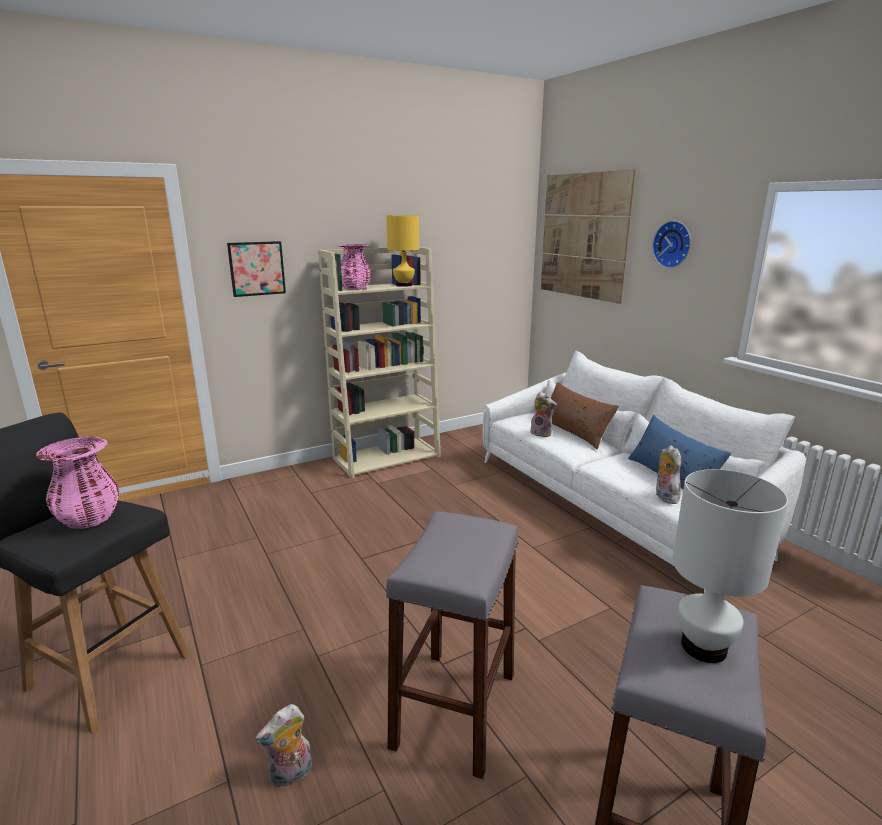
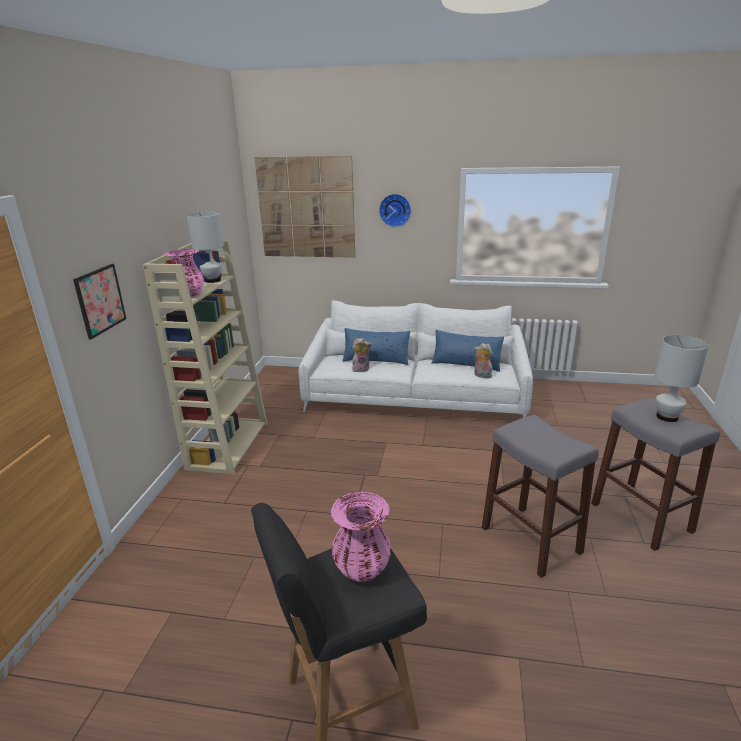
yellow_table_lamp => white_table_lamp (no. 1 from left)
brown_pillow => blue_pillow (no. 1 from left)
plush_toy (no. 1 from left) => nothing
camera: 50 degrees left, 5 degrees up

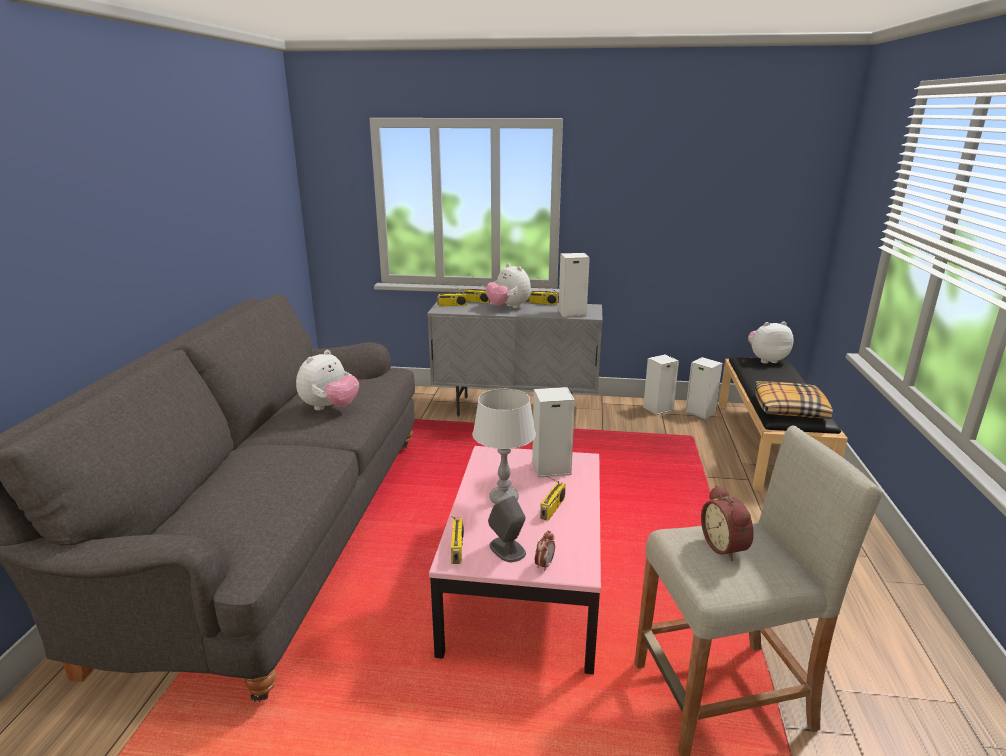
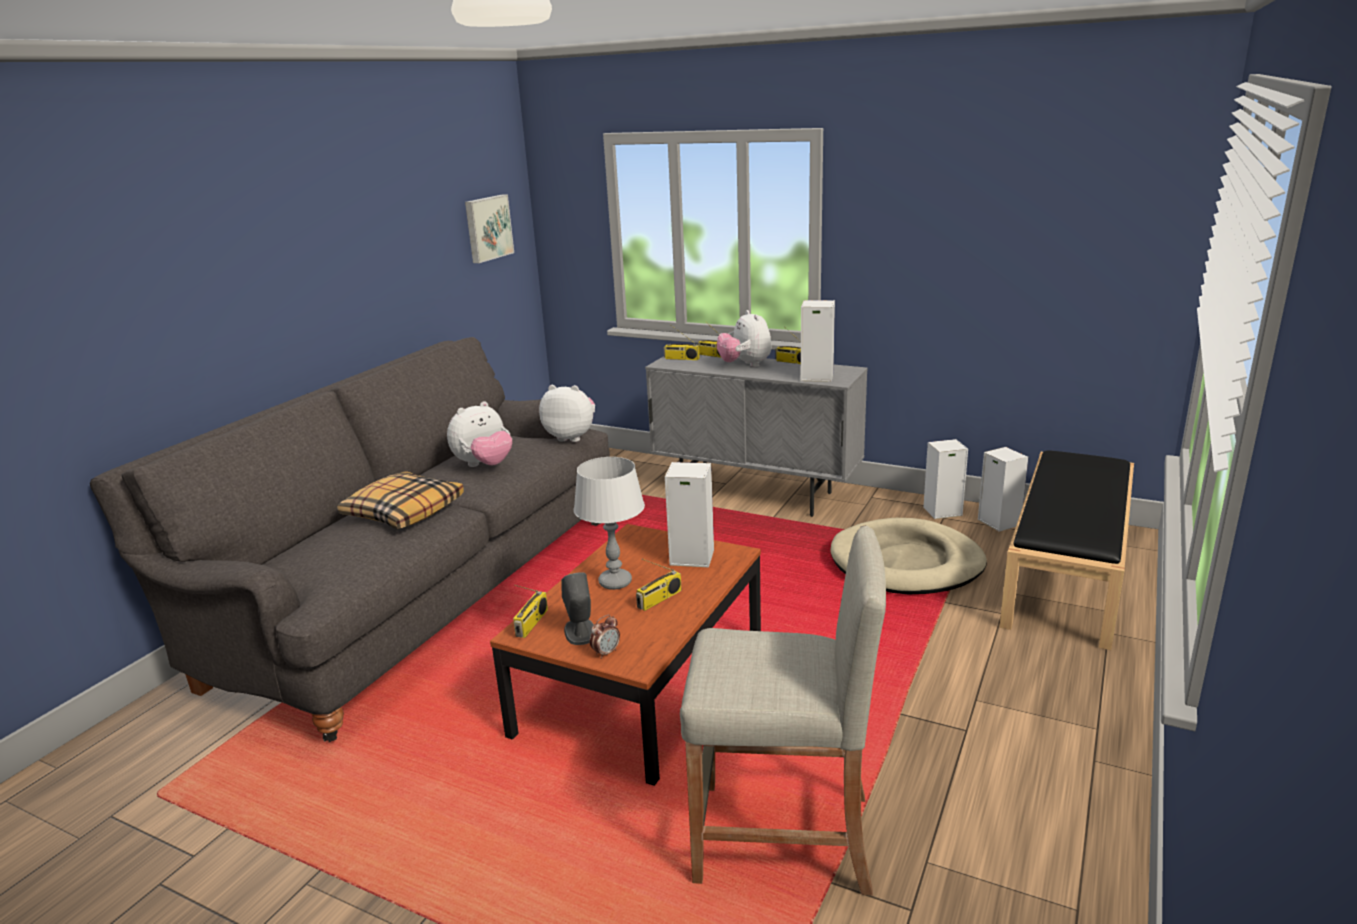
plush_toy (no. 3 from left in the first image) => plush_toy (no. 2 from left), shifted
pillow, shifted
pink_coffee_table => brown_coffee_table
alarm_clock (no. 2 from left) => nothing
nothing => picture
nothing => beige_dog_bed
camera: 20 degrees right, 0 degrees up

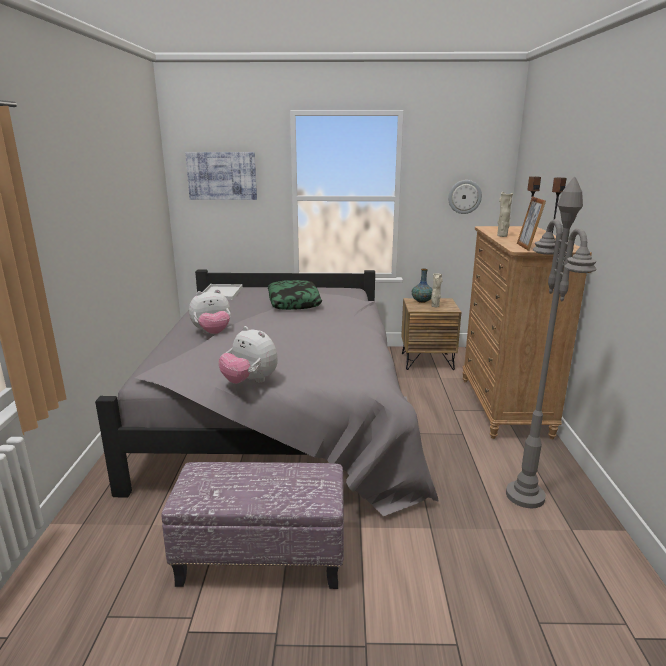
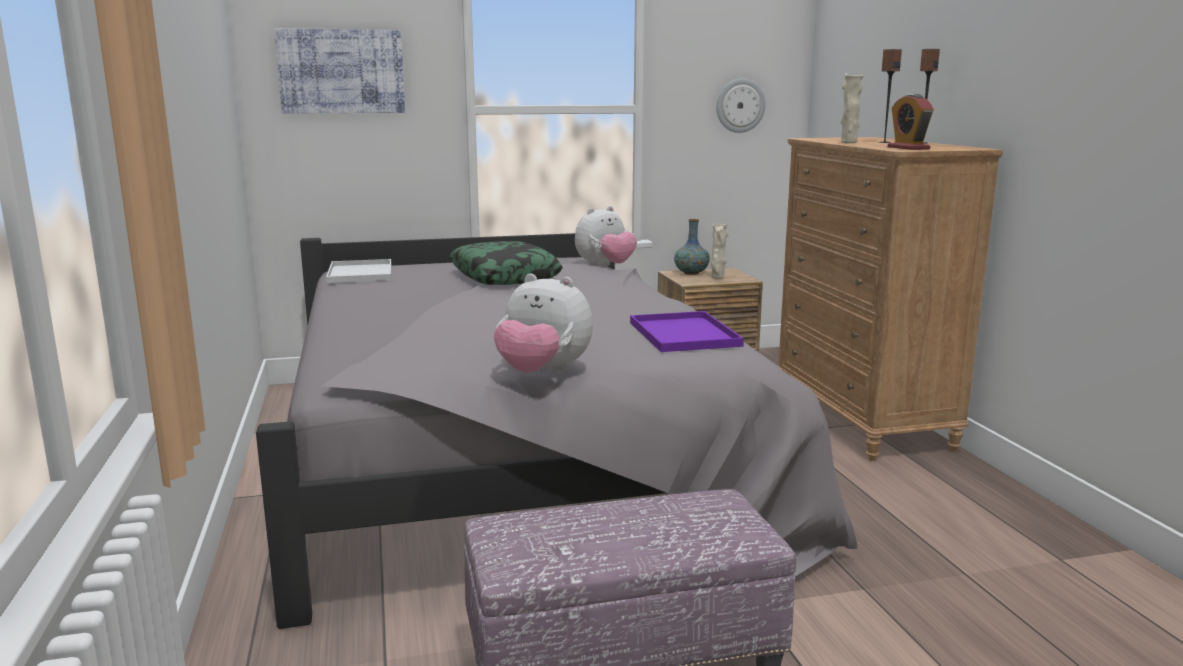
grey_floor_lamp => nothing
picture_frame => alarm_clock
plush_toy (no. 1 from left in the first image) => plush_toy (no. 2 from left), shifted
nothing => purple_tray
camera: 15 degrees left, 5 degrees down

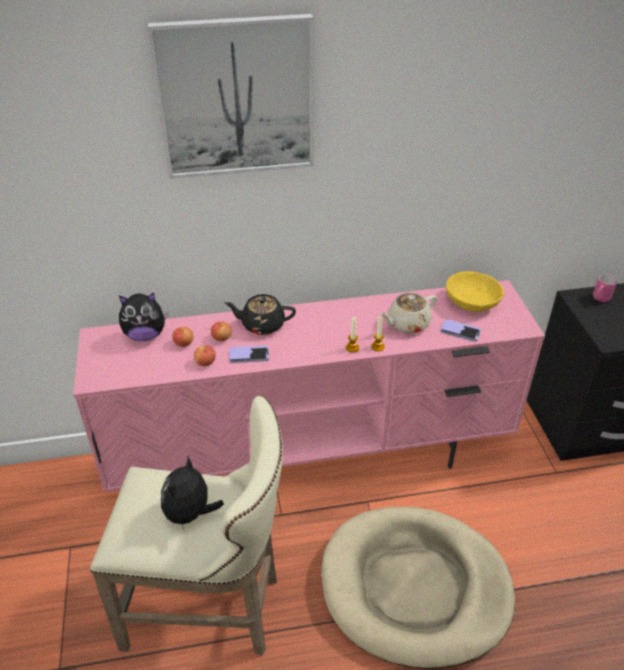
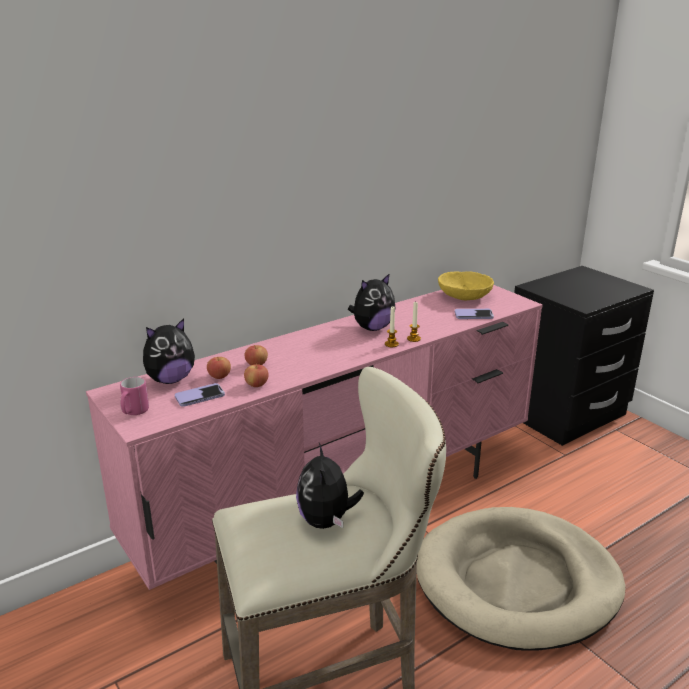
picture => nothing
pink_mug, shifted
beige_teapot => nothing
black_teapot => nothing
phone (no. 1 from left), shifted
nothing => plush_toy (no. 3 from left)
camera: 25 degrees left, 15 degrees down

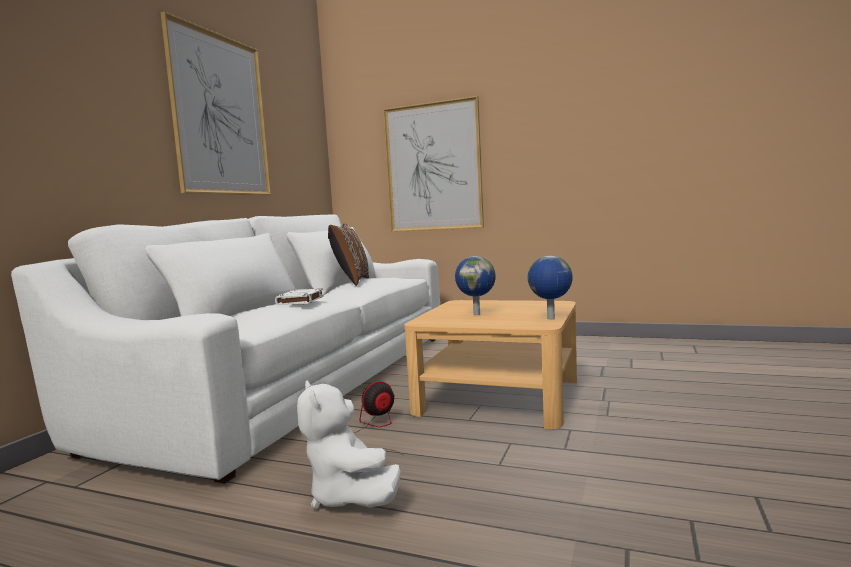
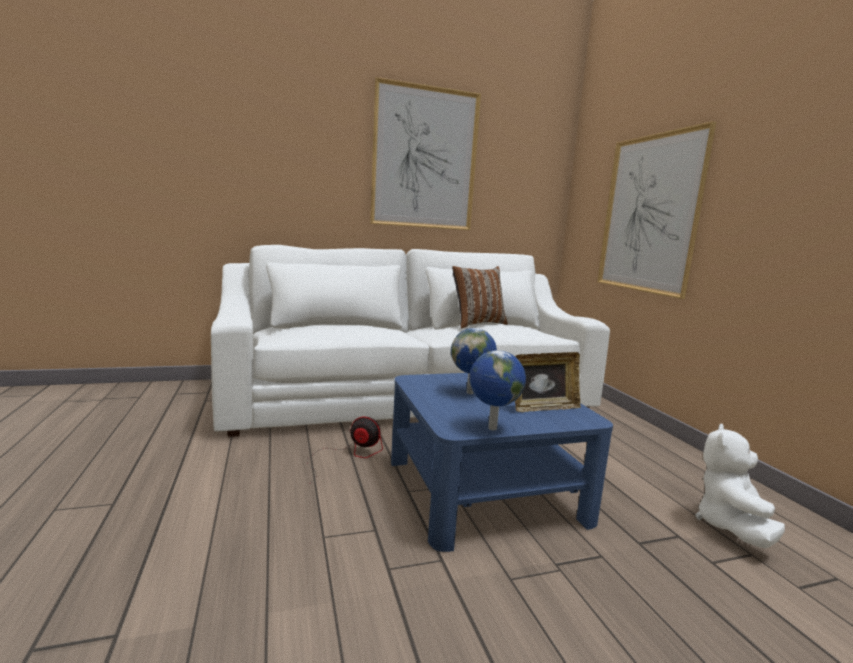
white_book => nothing
beige_coffee_table => blue_coffee_table
white_plush_toy, shifted
nothing => picture_frame
camera: 50 degrees right, 5 degrees up

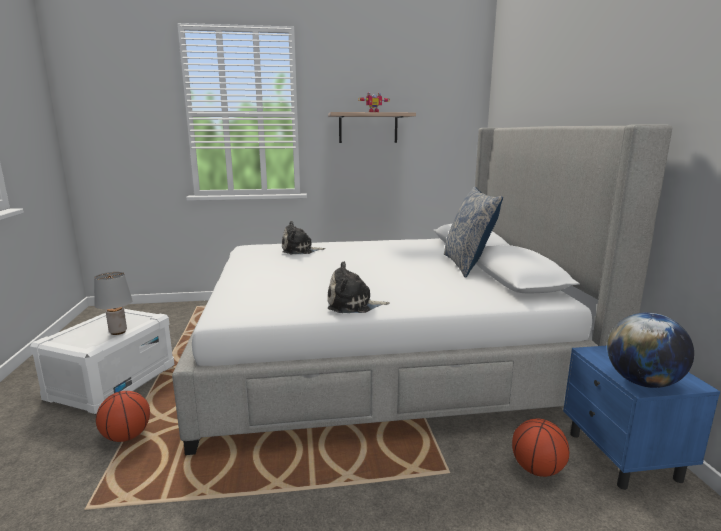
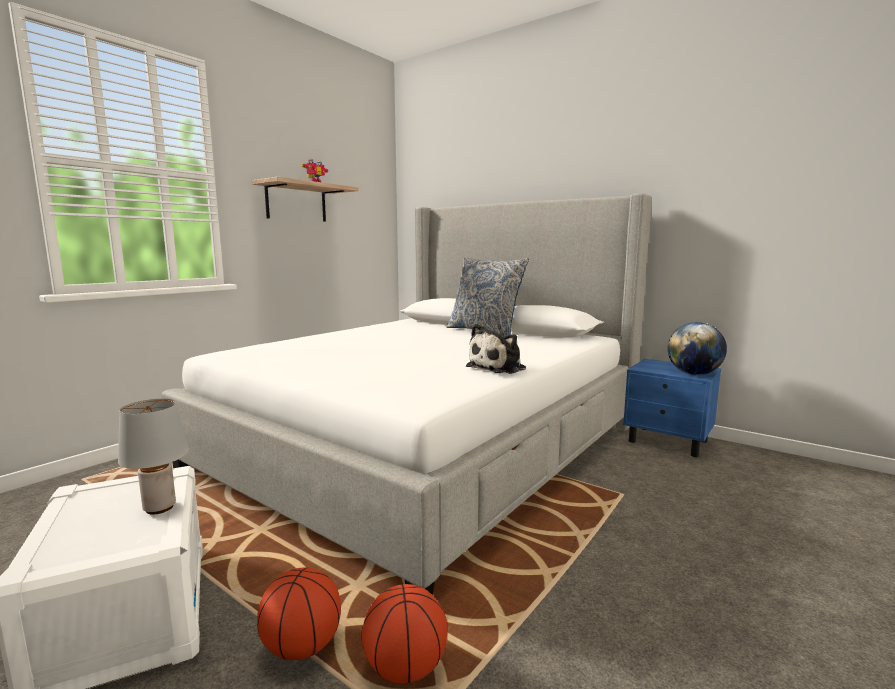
plush_toy (no. 1 from left) => nothing
basketball (no. 2 from left), shifted
camera: 45 degrees left, 5 degrees down

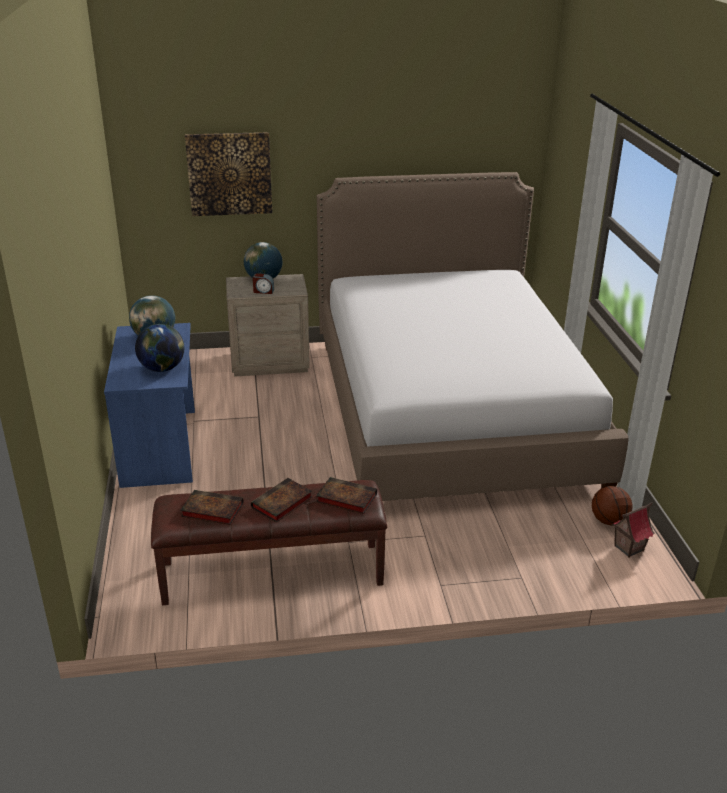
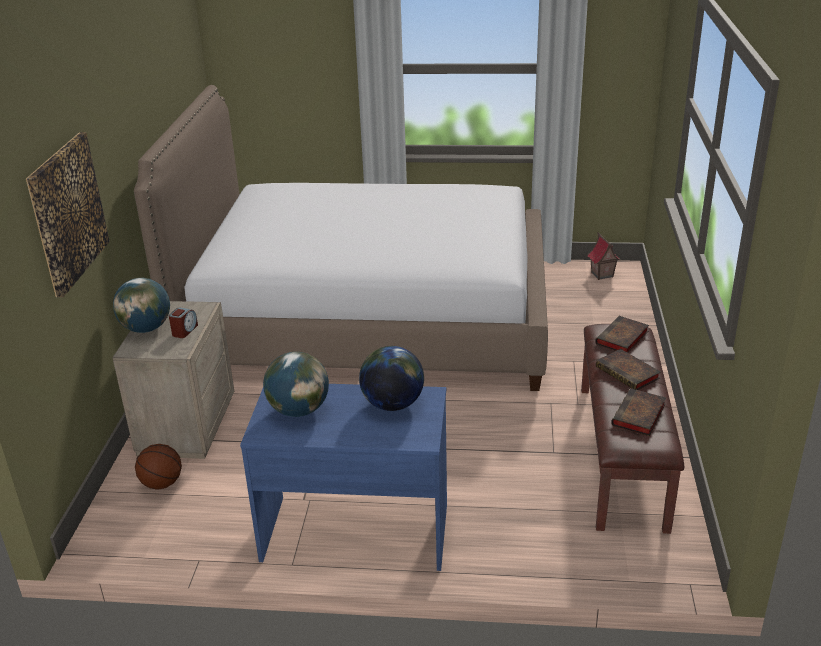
basketball, shifted
camera: 75 degrees left, 0 degrees up

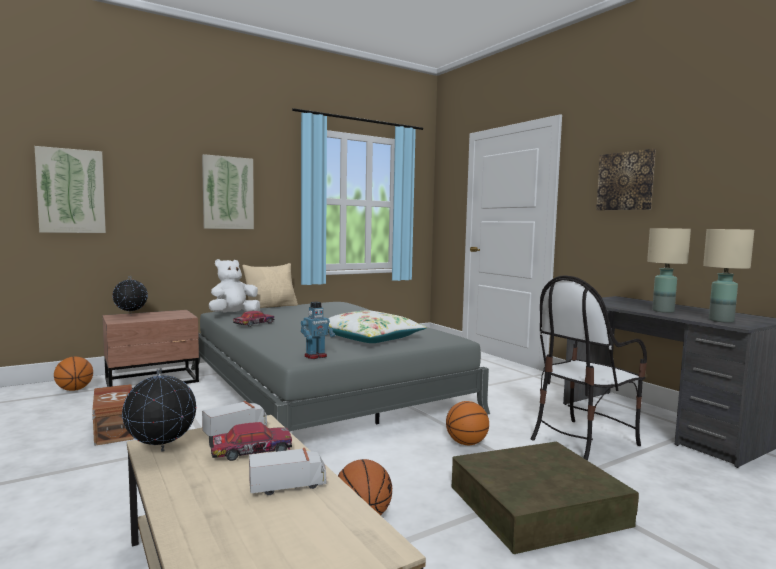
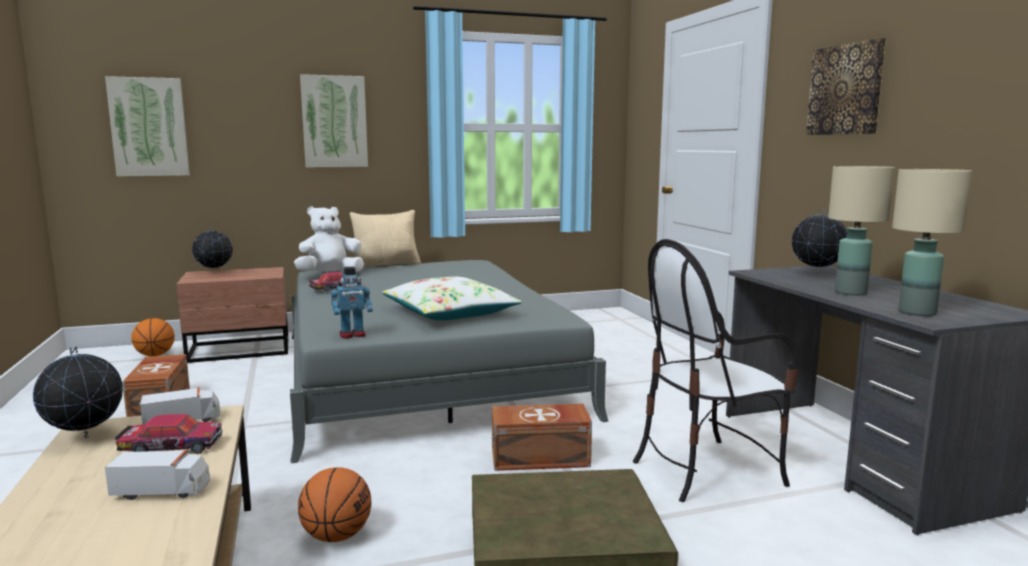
basketball (no. 3 from left) => brown_storage_box (no. 2 from left)
nothing => globe (no. 3 from left)
camera: 15 degrees right, 5 degrees up

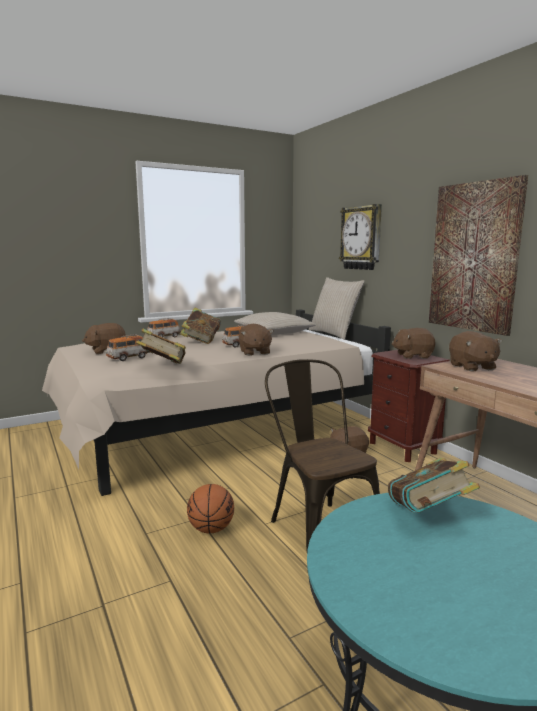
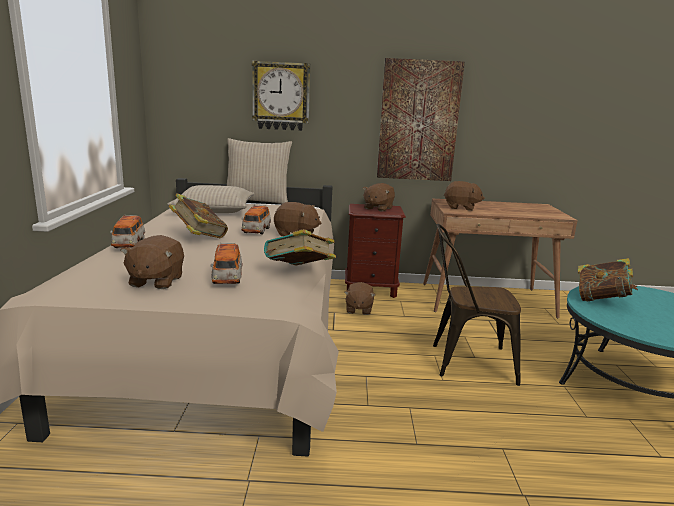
basketball => nothing
camera: 60 degrees left, 5 degrees up

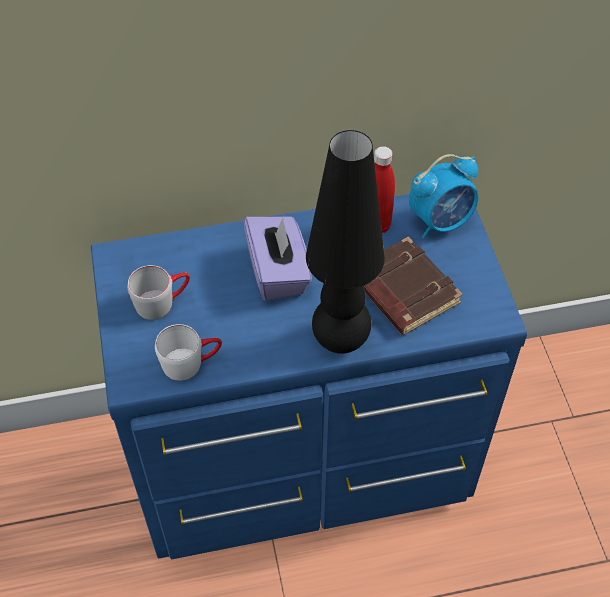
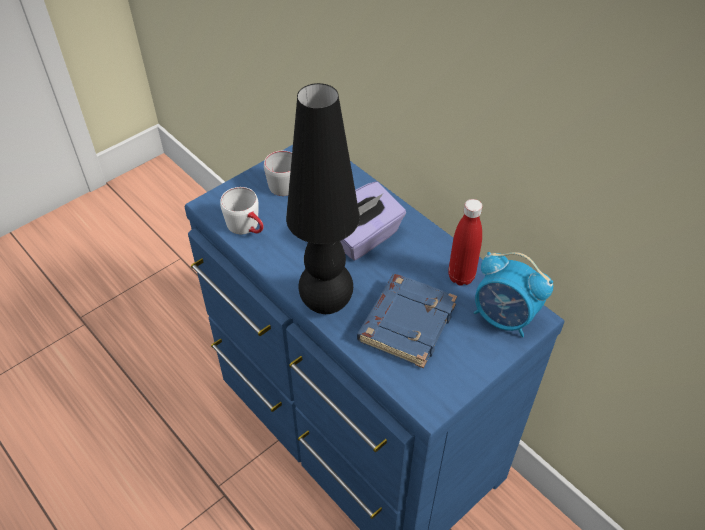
brown_book => blue_book
camera: 60 degrees right, 5 degrees down

